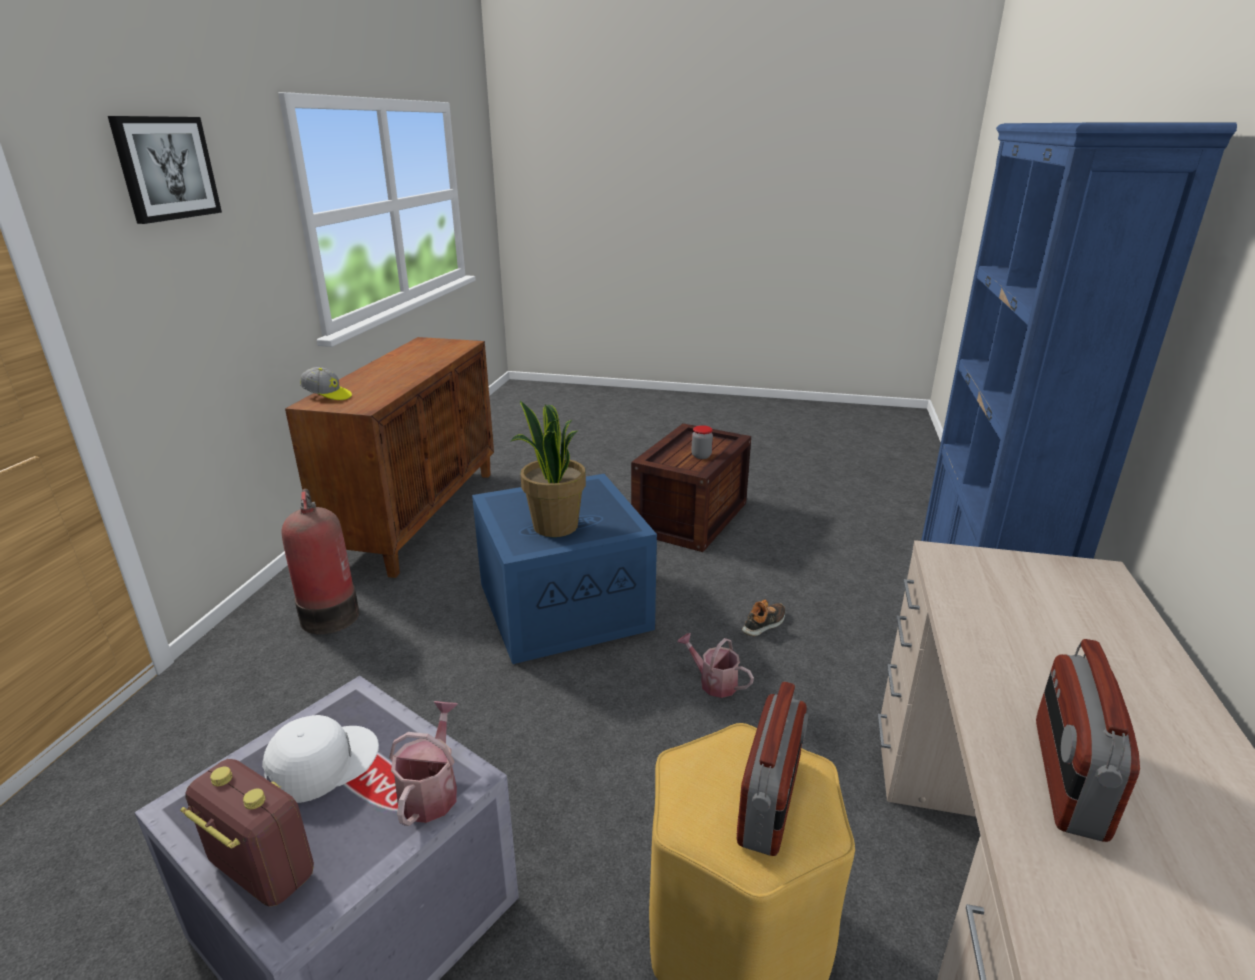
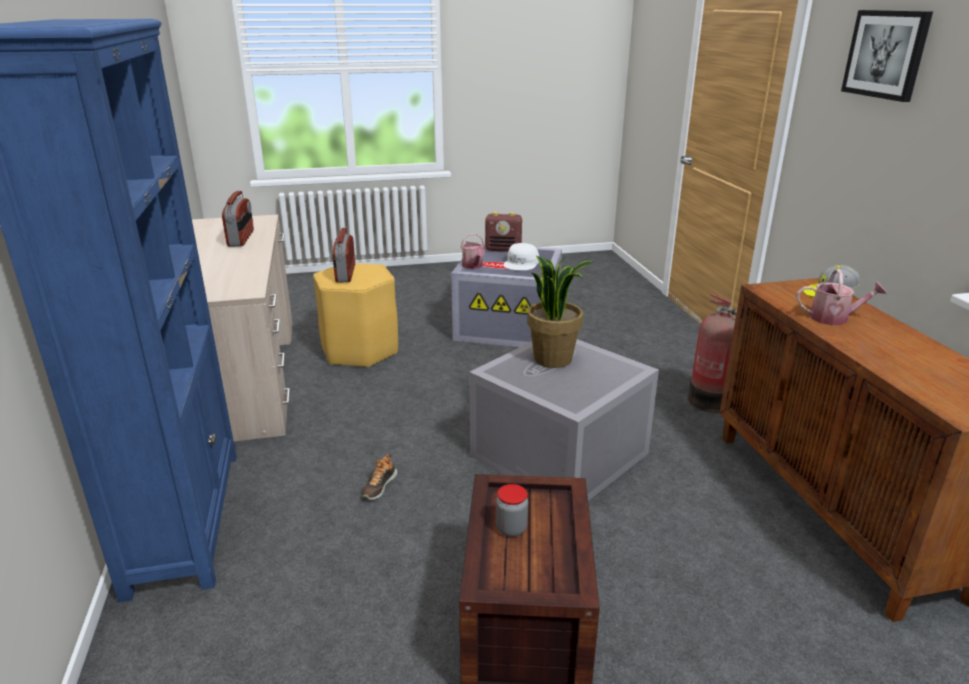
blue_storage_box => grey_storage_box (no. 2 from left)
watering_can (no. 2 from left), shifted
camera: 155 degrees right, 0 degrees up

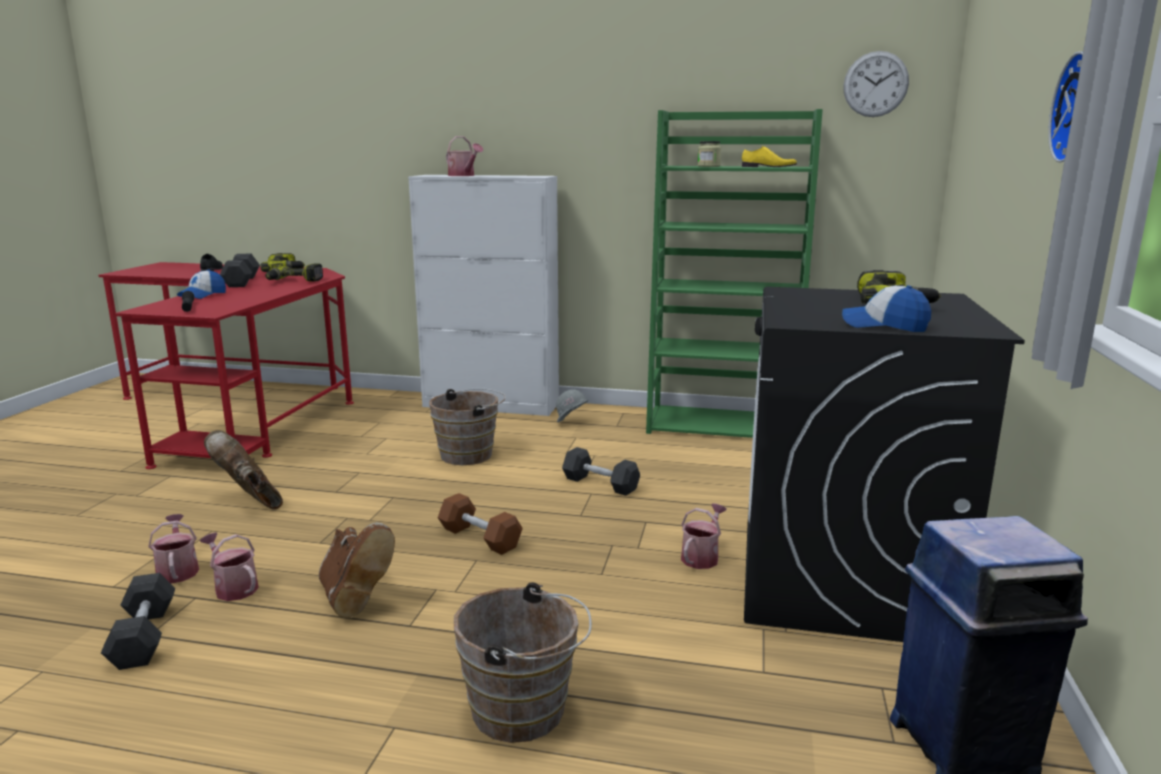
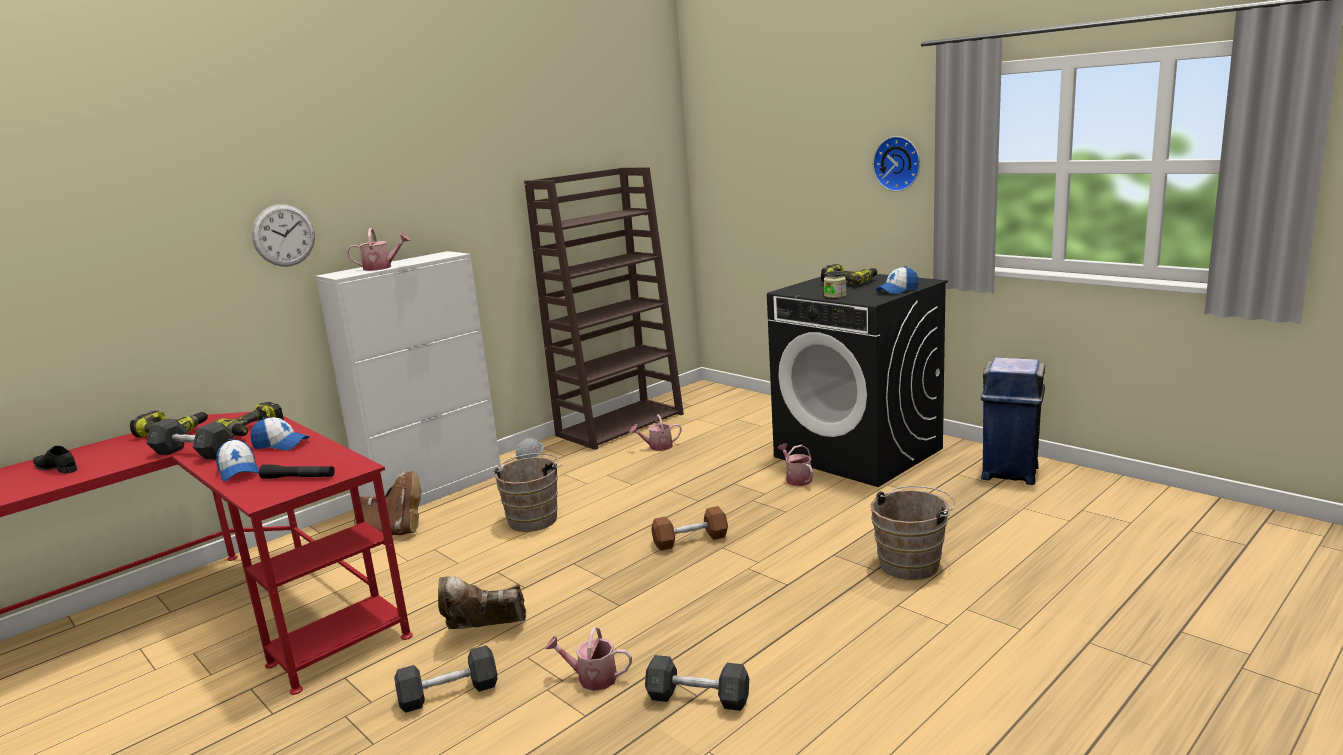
wall_clock (no. 1 from left), shifted
green_bookcase => brown_bookcase
jar, shifted
yellow_shoe => nothing
grey_dumbbell (no. 3 from left in the first image) => grey_dumbbell (no. 2 from left), shifted
brown_boot (no. 2 from left in the first image) => brown_boot (no. 1 from left), shifted
watering_can (no. 2 from left in the first image) => watering_can (no. 3 from left), shifted
nothing => cap (no. 2 from left)
camera: 55 degrees left, 0 degrees up

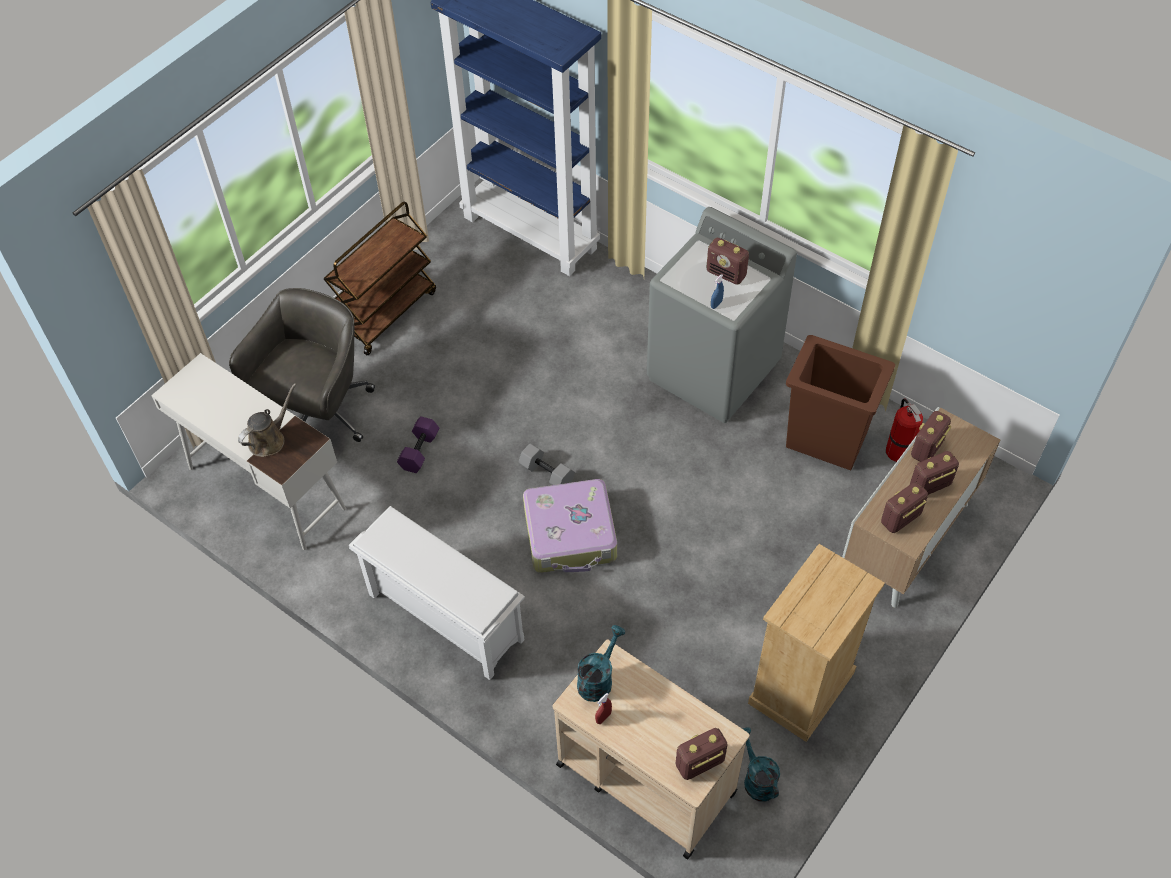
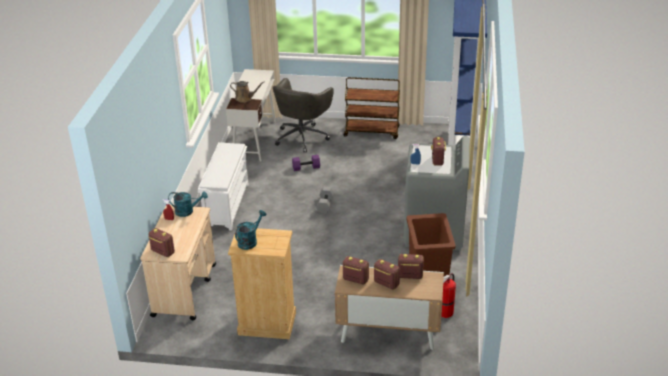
grey_office_chair, 120 degrees clockwise
suitcase => nothing
turquoise_watering_can (no. 2 from left), shifted
camera: 60 degrees right, 20 degrees down

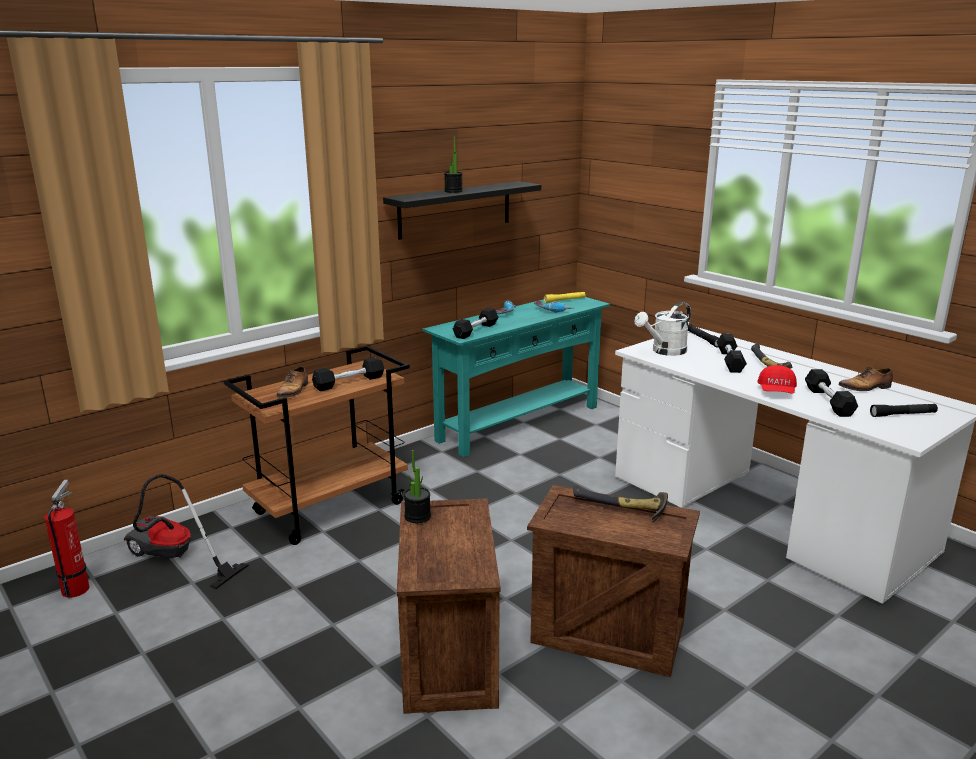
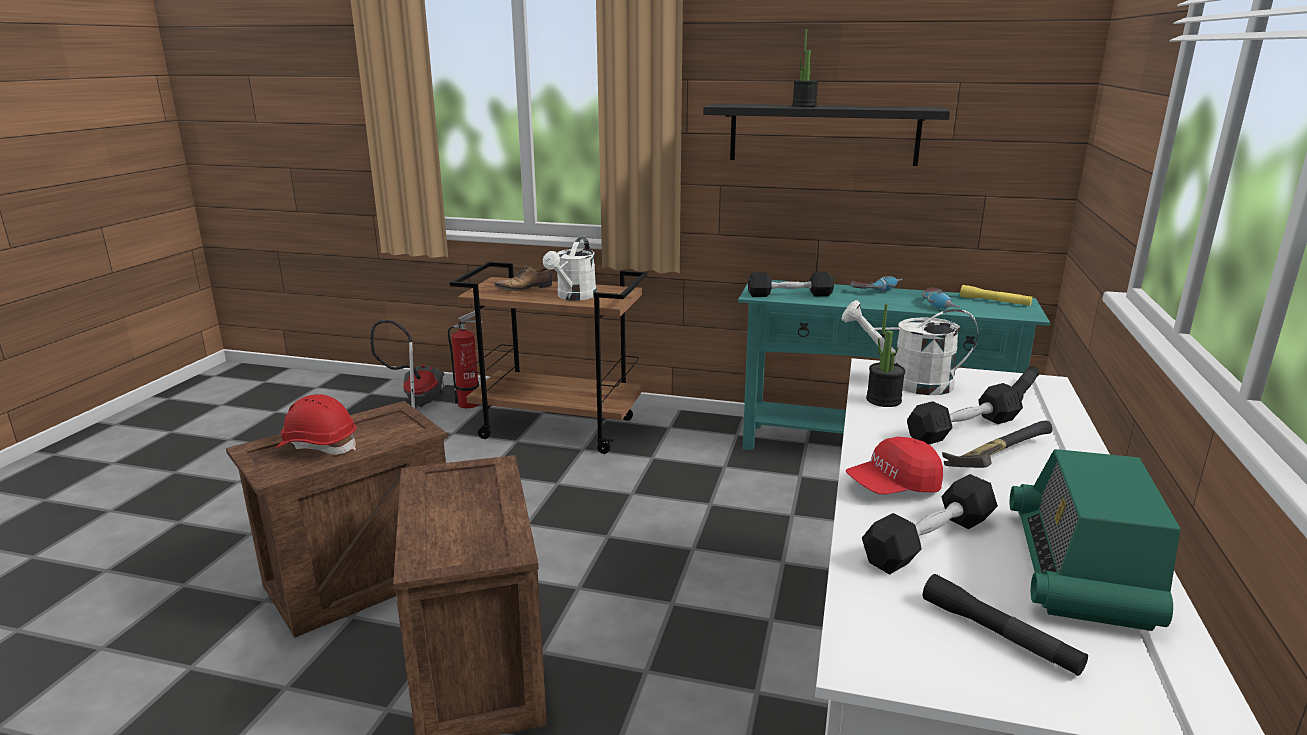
black_dumbbell (no. 1 from left) => white_watering_can (no. 1 from left)
shoe (no. 2 from left) => radio
potted_plant (no. 1 from left in the first image) => potted_plant (no. 2 from left), shifted
fire_extinguisher, shifted
hammer (no. 1 from left) => nothing
nothing => red_hard_hat
camera: 55 degrees right, 0 degrees up

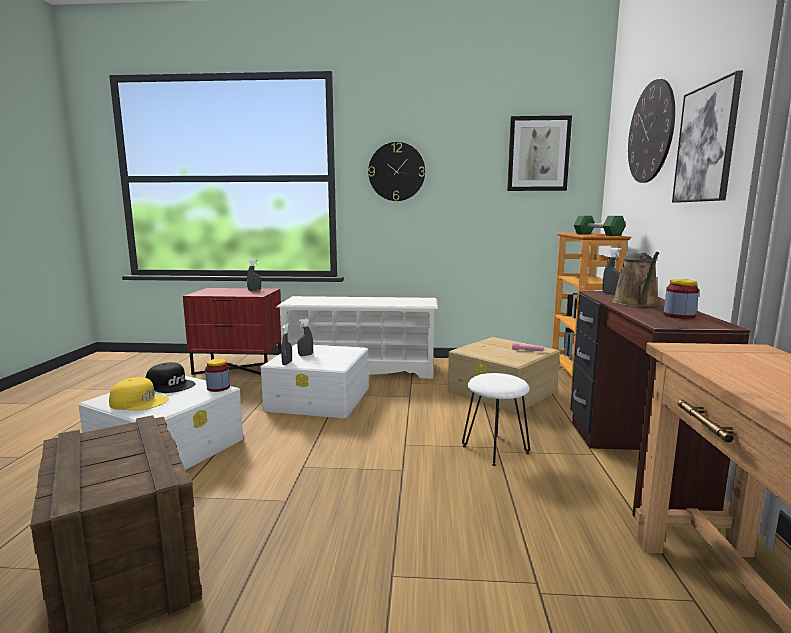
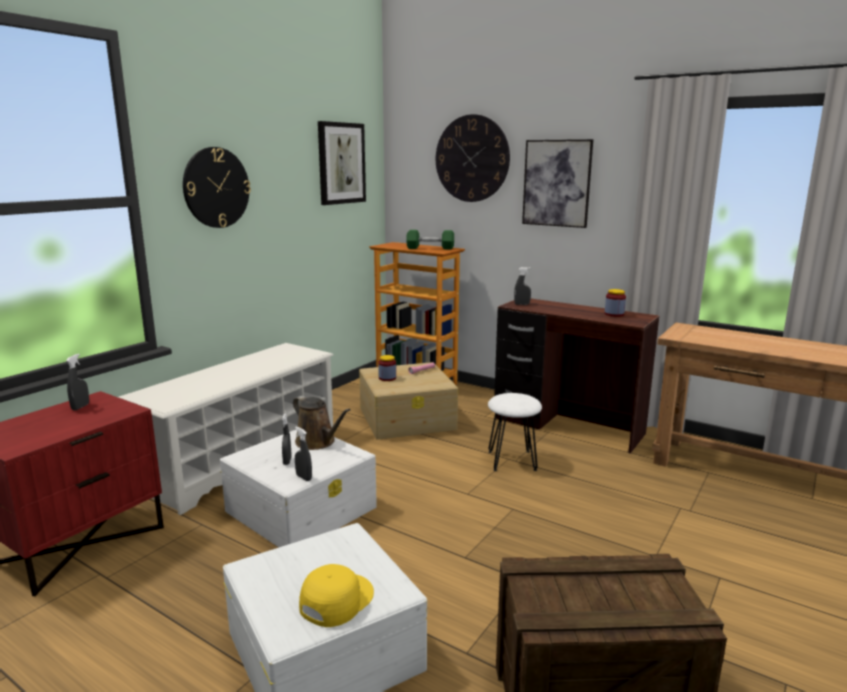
brown_watering_can, shifted
jar (no. 1 from left), shifted
black_cap => nothing
camera: 60 degrees left, 5 degrees up

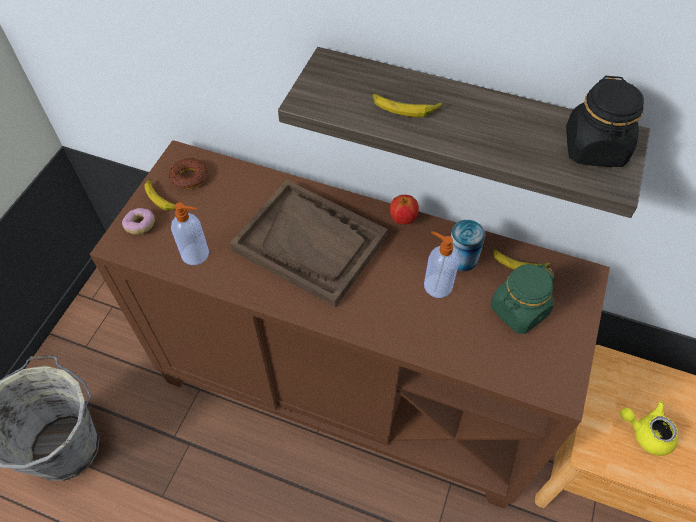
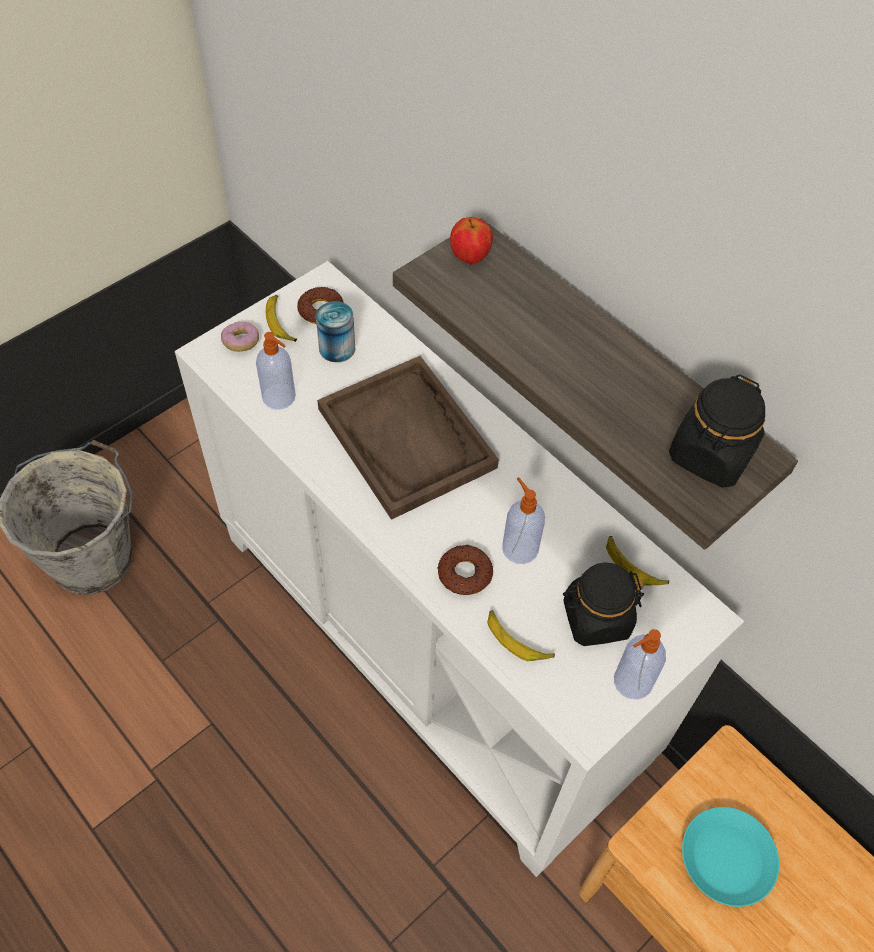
banana (no. 2 from left), shifted
brown_cabinet => white_cabinet
apple, shifted
can, shifted
green_jar => black_jar (no. 1 from left)
yellow_teapot => turquoise_plate
nothing => donut (no. 3 from left)
nothing => soap_dispenser (no. 3 from left)
camera: 25 degrees right, 0 degrees up

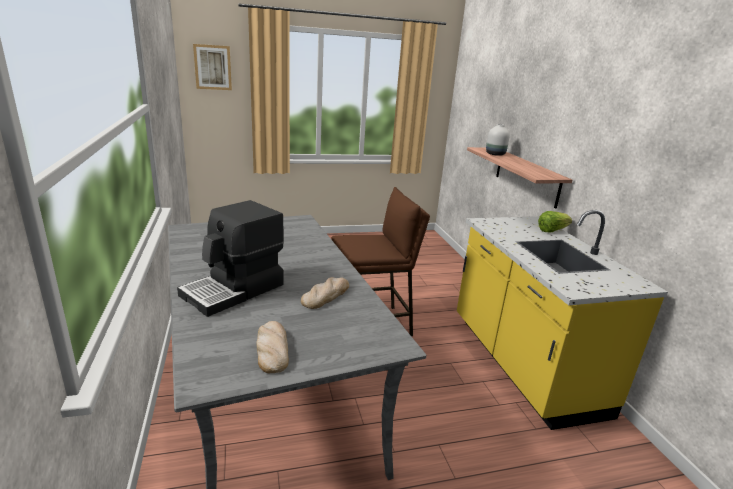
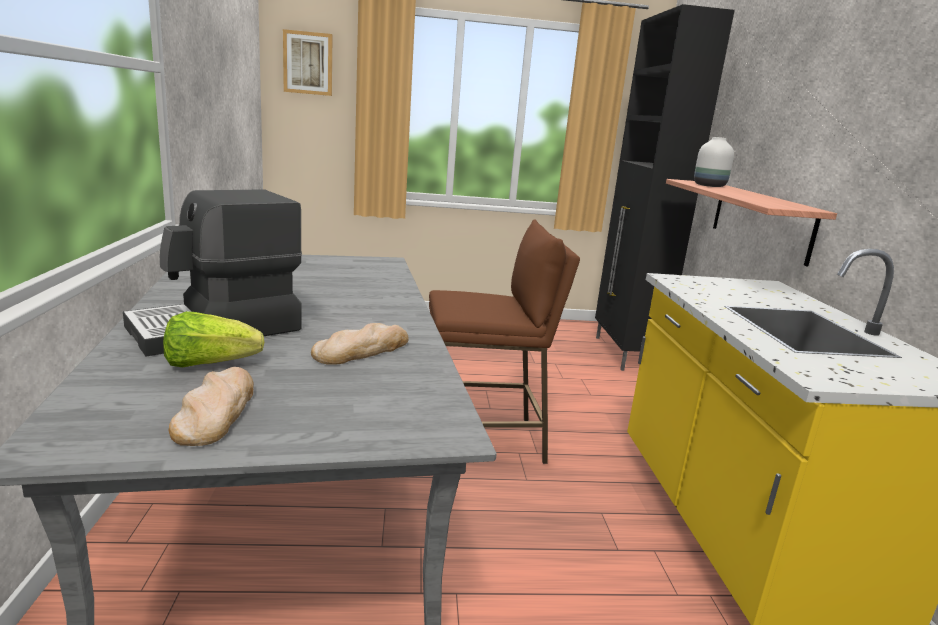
lettuce, shifted
nothing => black_cabinet
camera: 10 degrees right, 5 degrees down

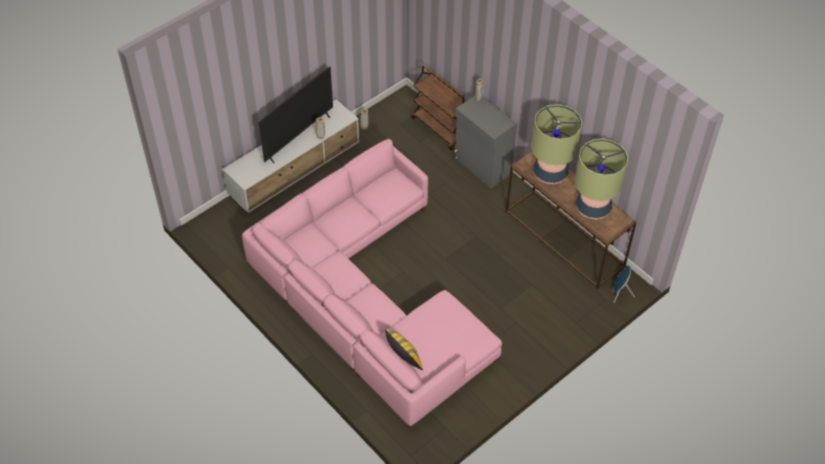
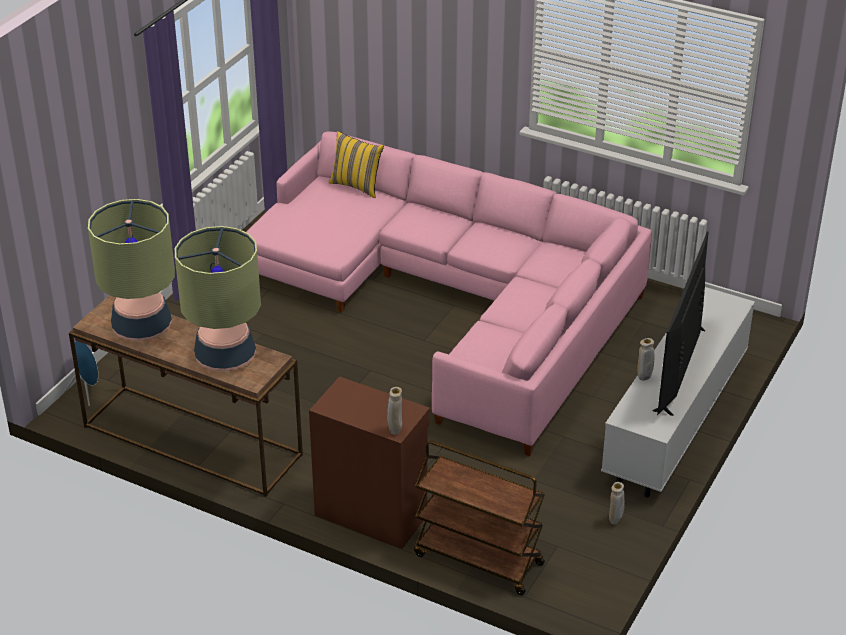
grey_cabinet => brown_cabinet
camera: 160 degrees right, 15 degrees down

